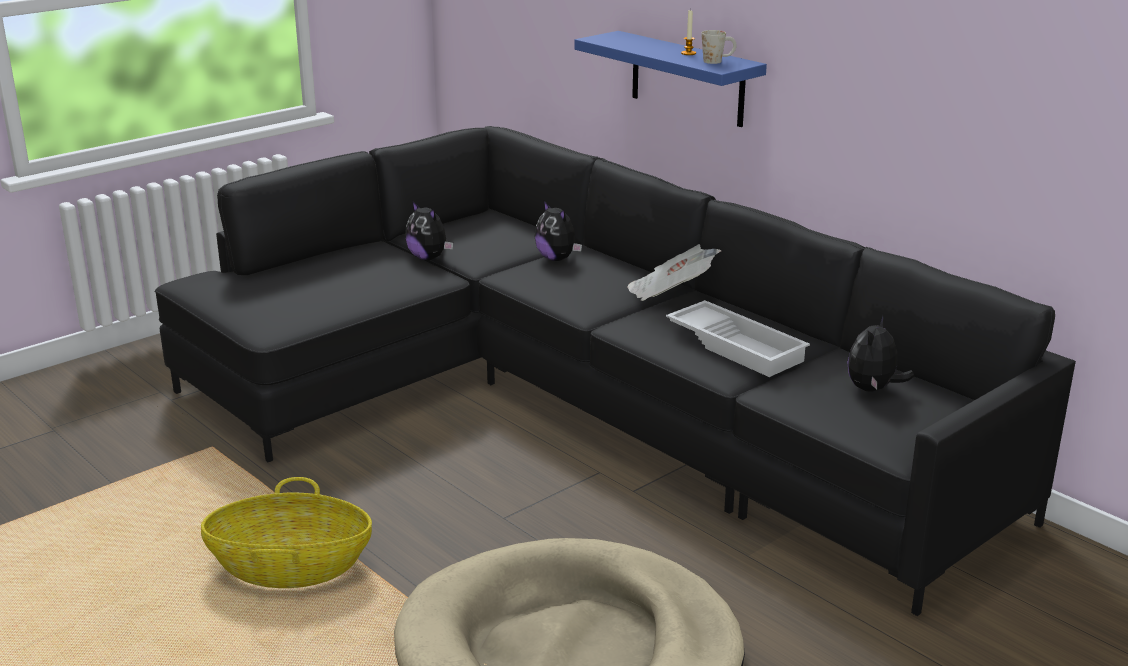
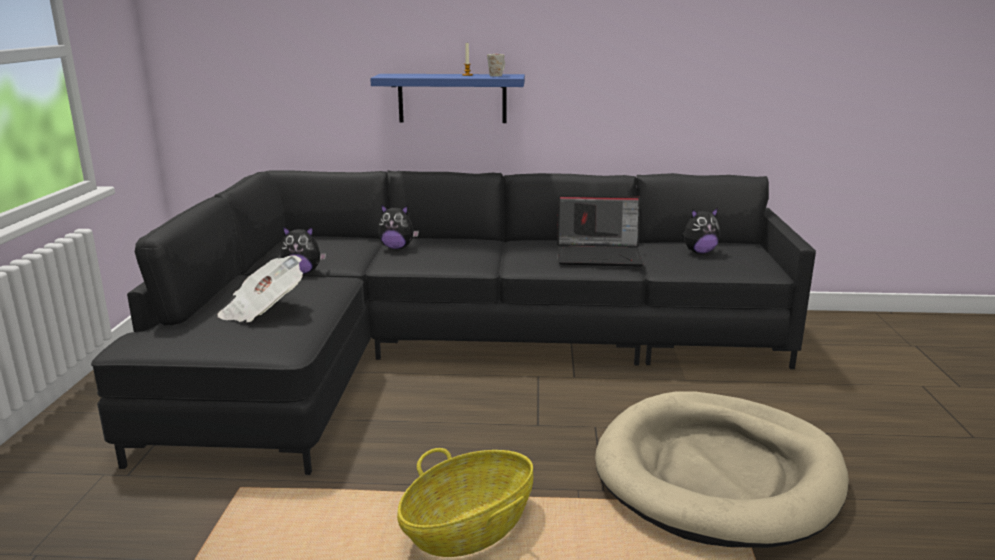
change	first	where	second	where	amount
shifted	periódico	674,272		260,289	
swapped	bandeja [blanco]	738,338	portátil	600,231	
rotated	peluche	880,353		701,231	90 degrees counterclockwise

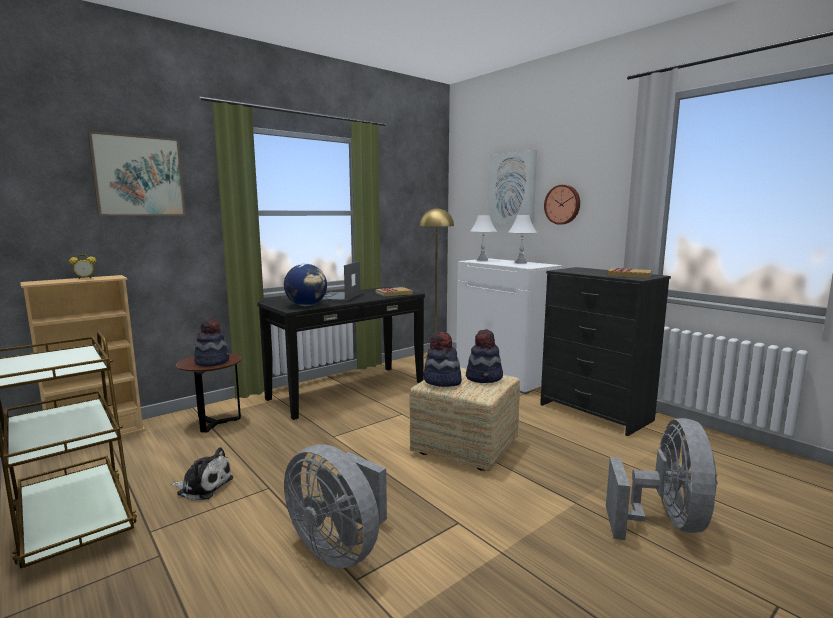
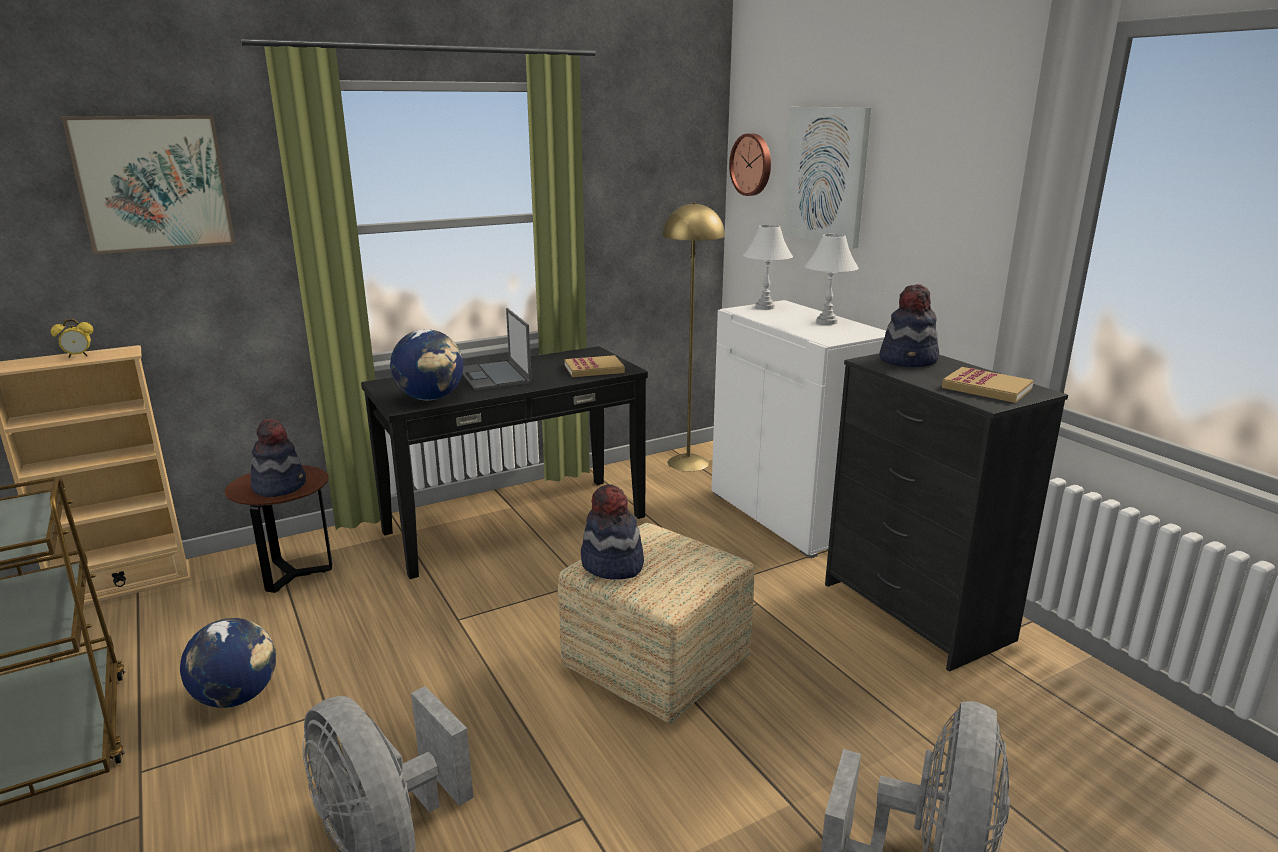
change	first	where	second	where	amount
shifted	reloj de pared	562,204		750,164	
rotated	portátil	340,281		497,349	45 degrees counterclockwise
shifted	sombrero	484,356		909,325	
swapped	peluche	202,473	globo terráqueo	228,663	

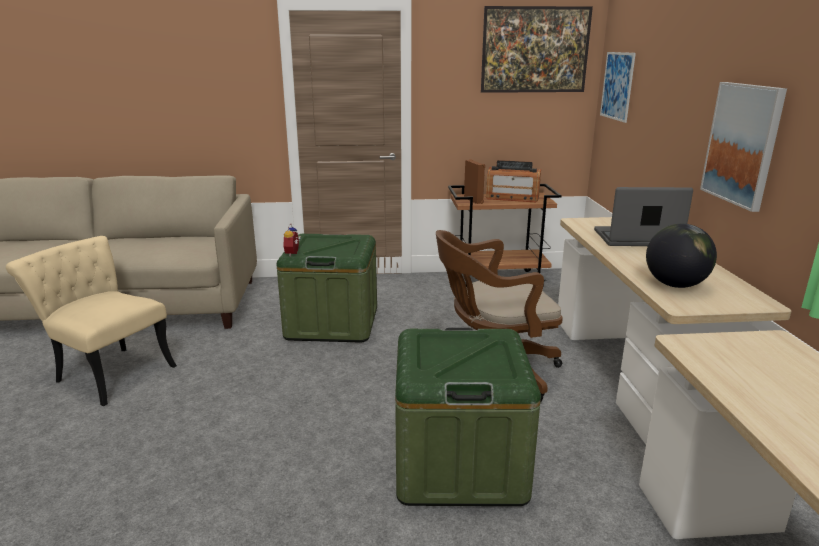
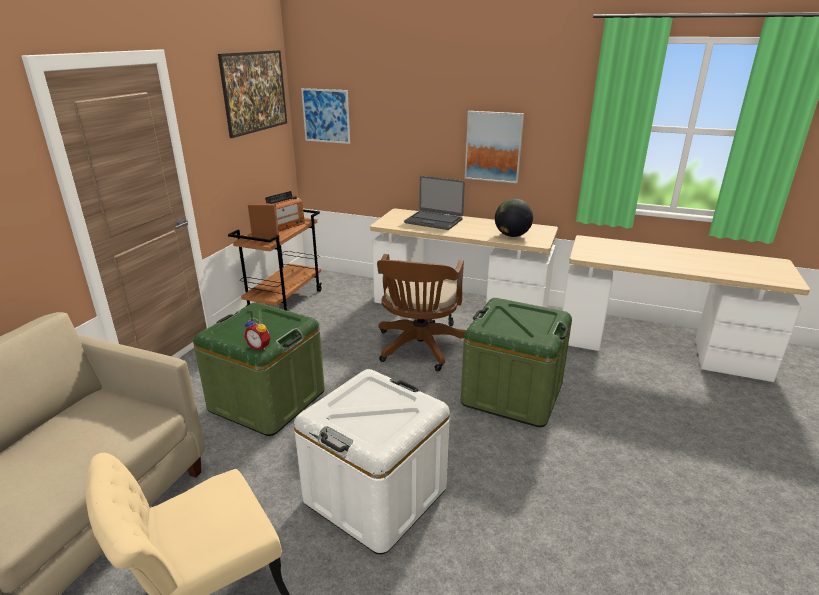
change	first	where	second	where	amount
rotated	portátil	643,216		434,203	90 degrees counterclockwise
new			caja de almacenaje [blanco]	372,461	

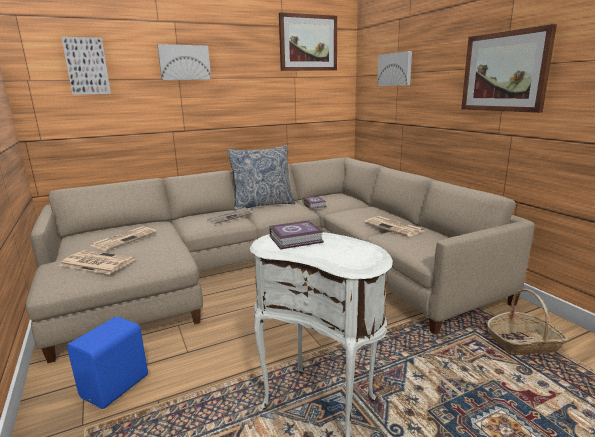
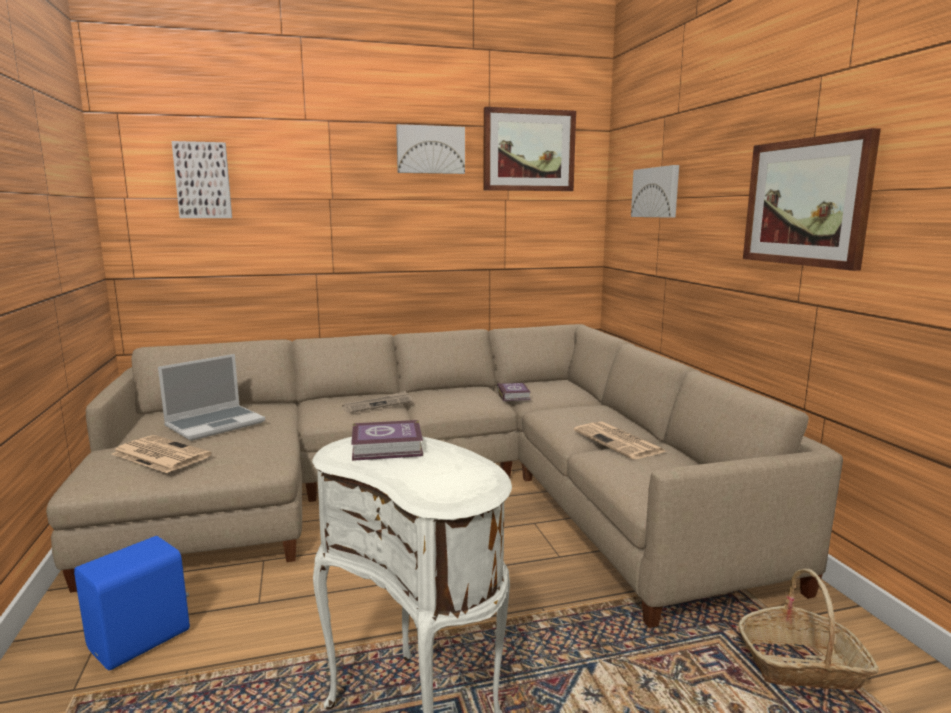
change	first	where	second	where	amount
shifted	cuadro	184,62		430,149	
gone	cojín	261,178			
swapped	periódico	123,238	portátil	211,397	

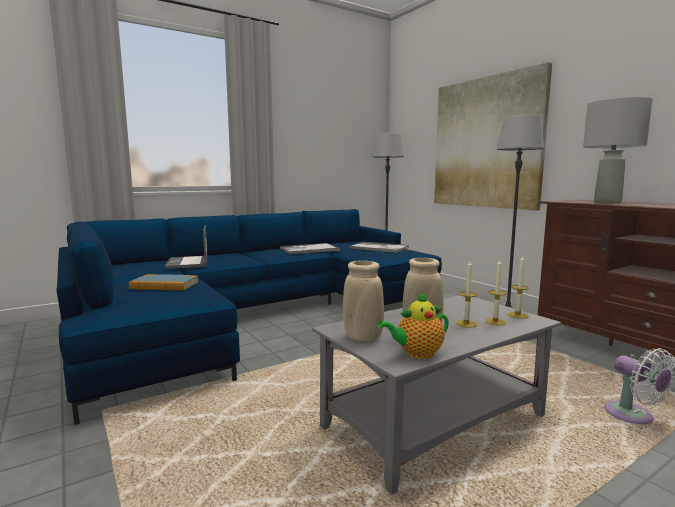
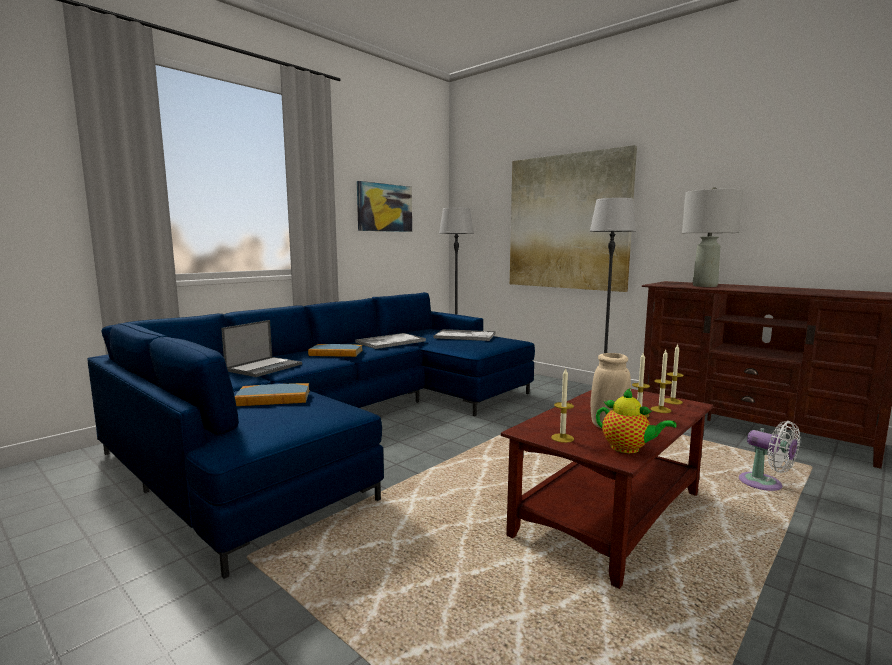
change	first	where	second	where	amount
rotated	portátil	186,247		261,348	120 degrees counterclockwise
swapped	florero [beis]	363,300	vela	562,405	
rotated	tetera	413,325		636,420	105 degrees counterclockwise
repainted	mesa de centro [gris]	437,394	mesa de centro [marrón]	607,489	
new			cuadro	384,206	
new			libro	335,350	

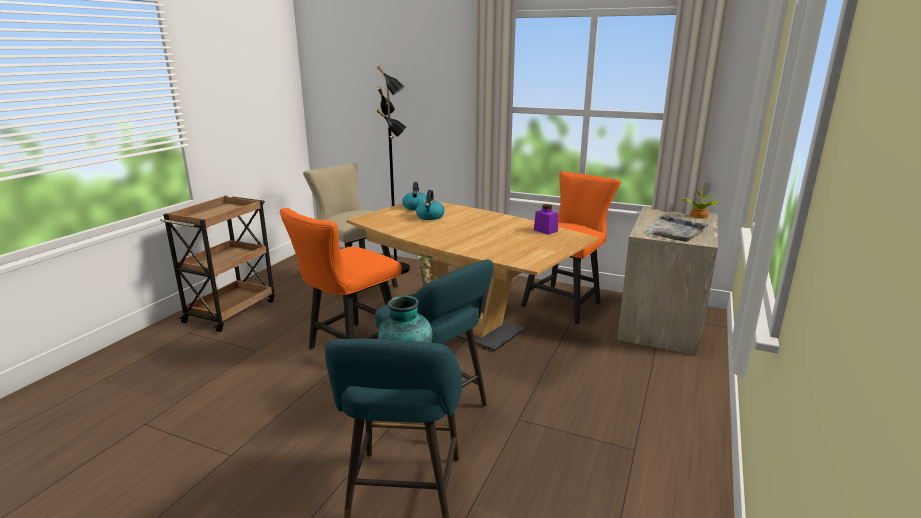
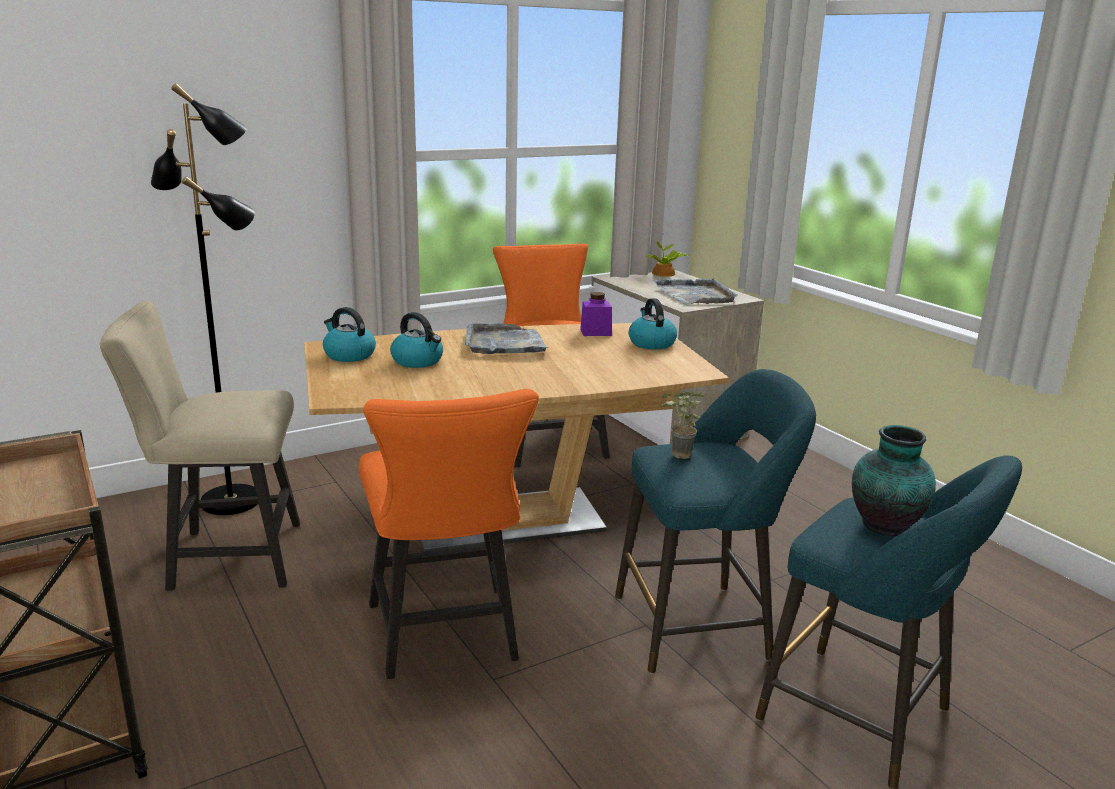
change	first	where	second	where	amount
new			hervidor	653,324	
new			bandeja [gris]	507,338	

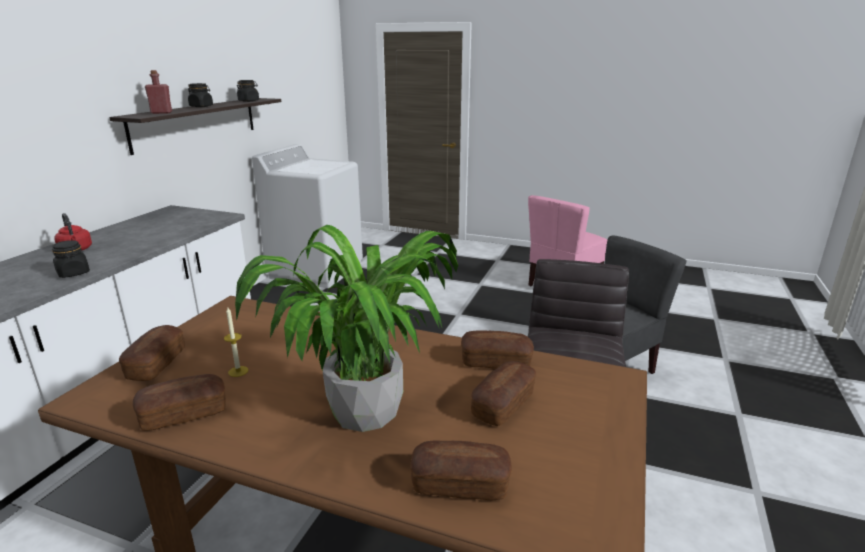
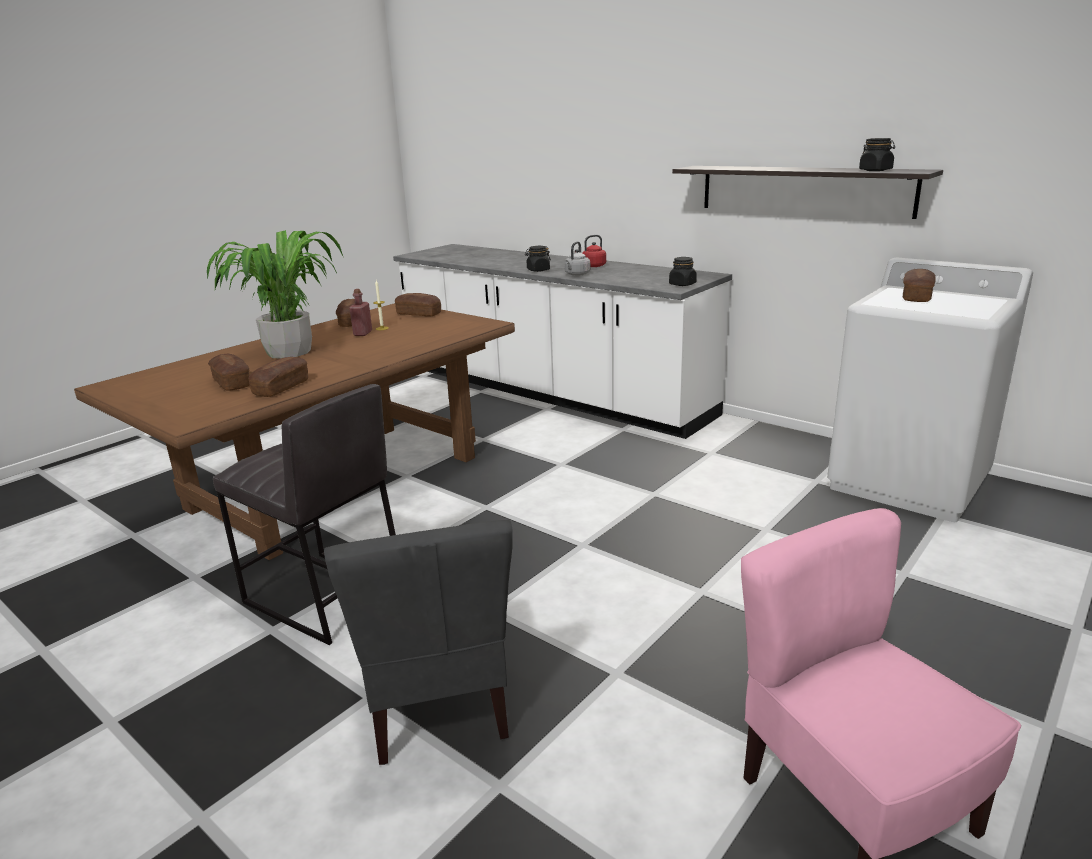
change	first	where	second	where	amount
shifted	botella [rojo]	158,92		360,312	
shifted	tarro [negro]	200,95		683,271	
shifted	pan	461,470		919,285	
new			hervidor [gris]	577,259	

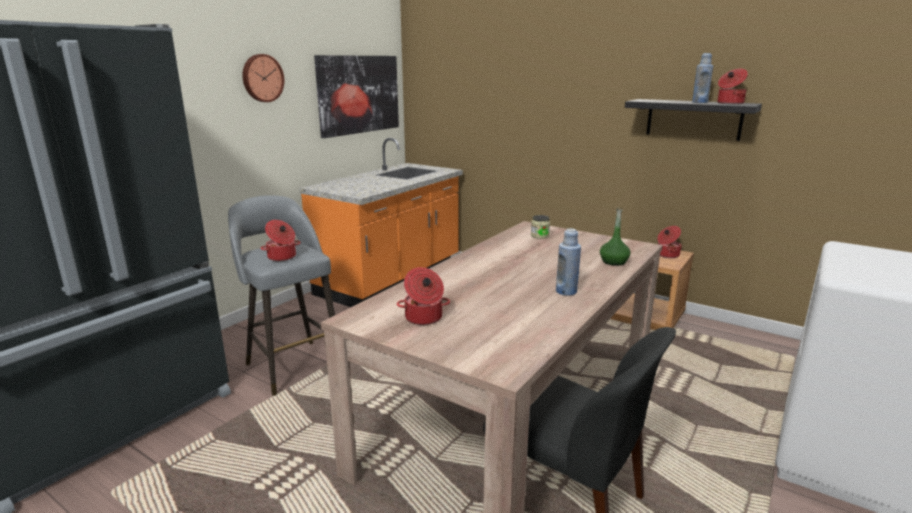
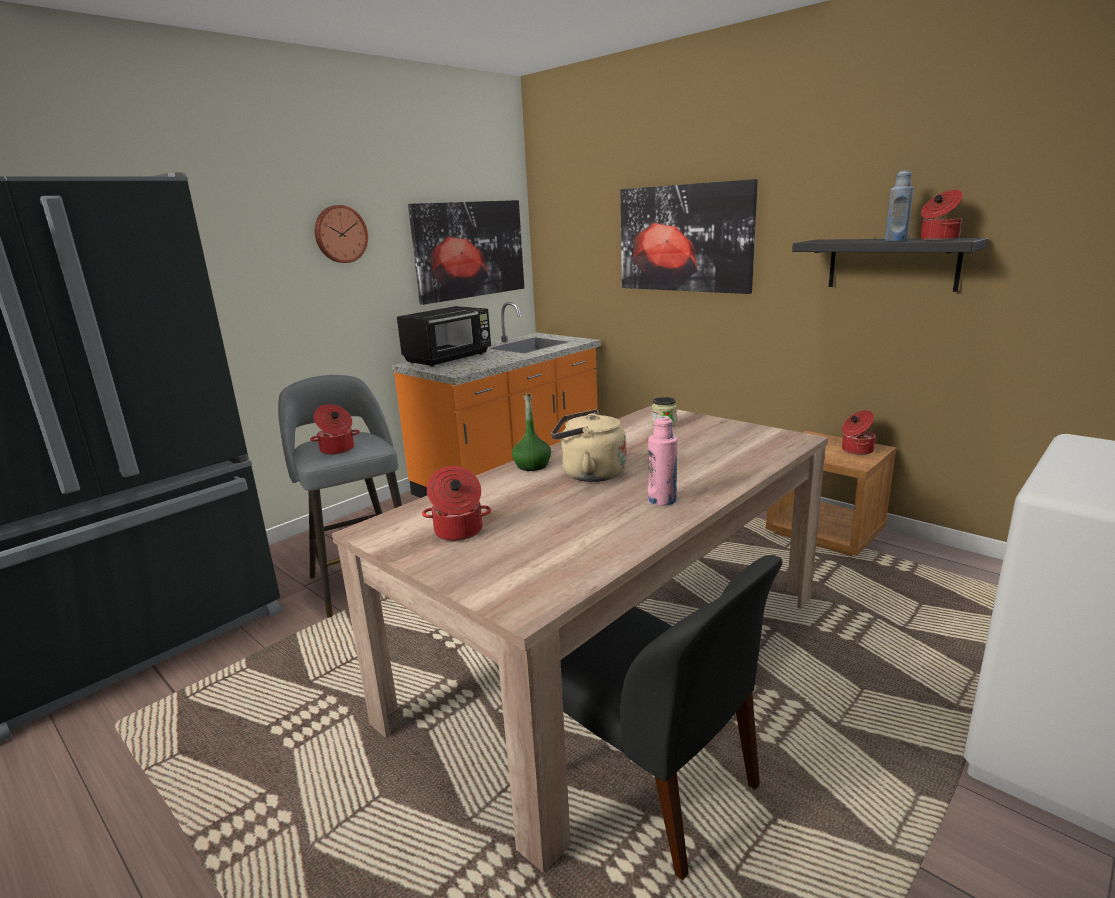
change	first	where	second	where	amount
shifted	botella [verde]	615,236		531,432	
repainted	botella [azul]	568,262	botella [rosa]	663,461	
new			cuadro	689,236	
new			microondas [negro]	444,336	
new			hervidor [beis]	588,445	

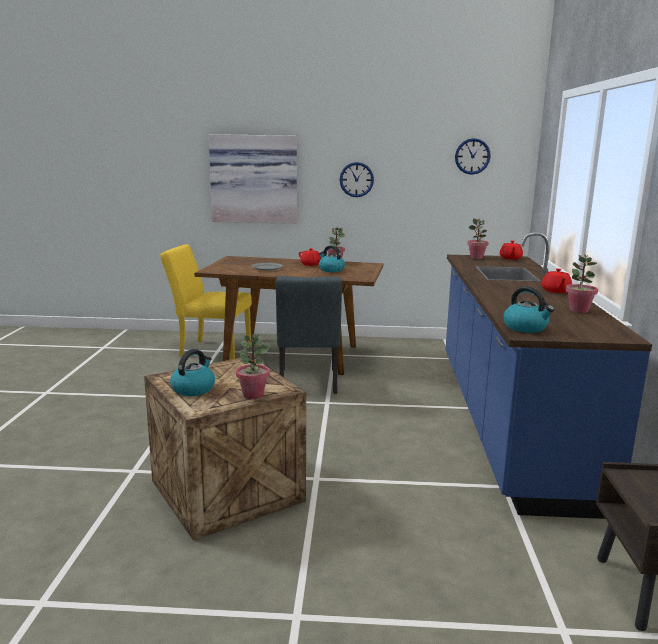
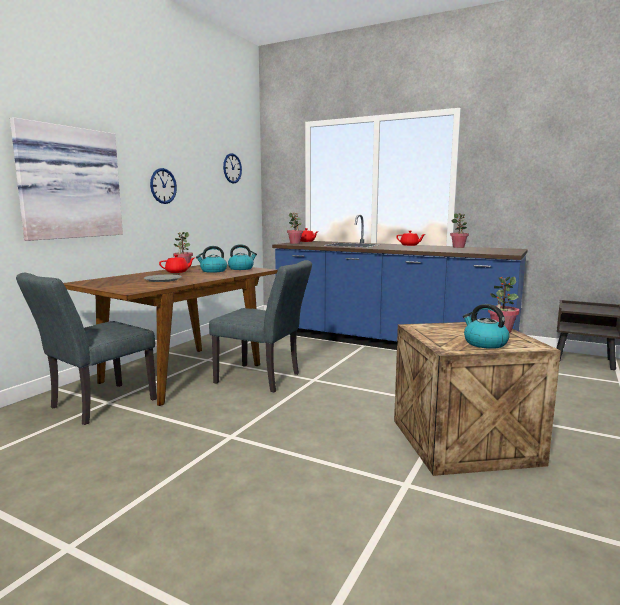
change	first	where	second	where	amount
repainted	silla [amarillo]	206,302	silla [gris]	86,349	
shifted	hervidor	528,310		242,257	

